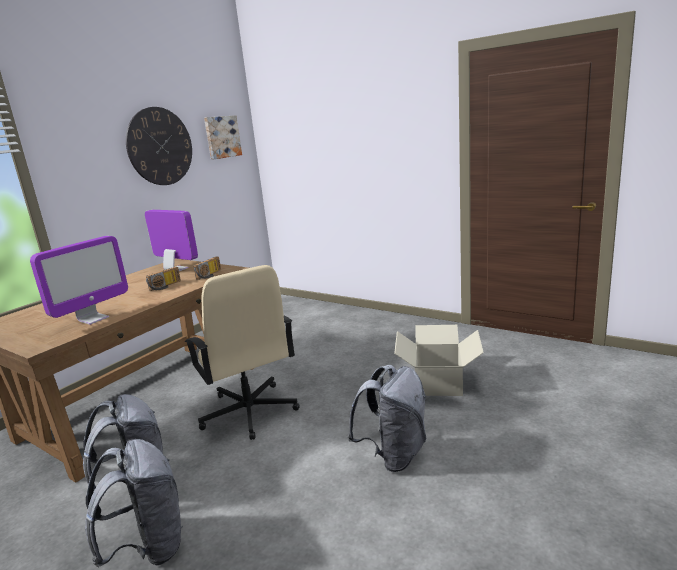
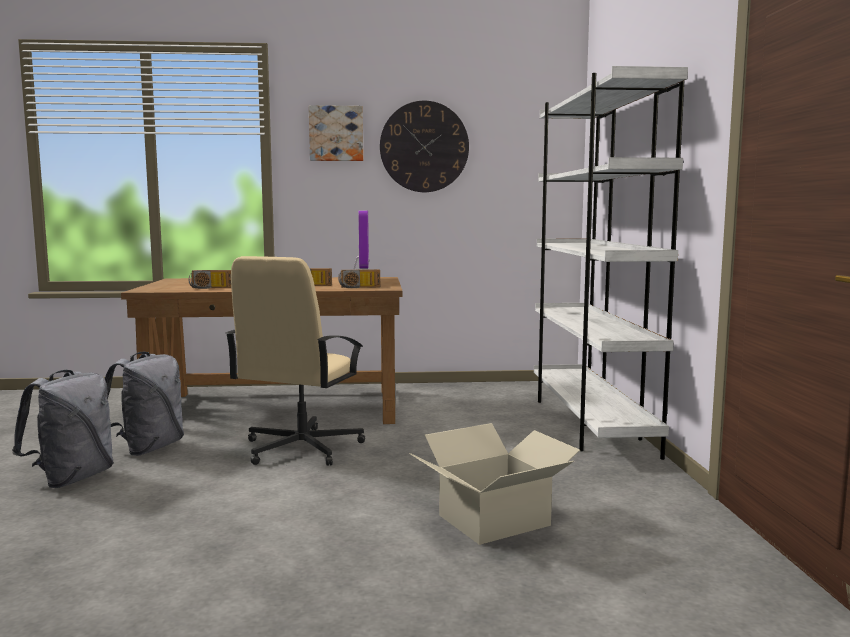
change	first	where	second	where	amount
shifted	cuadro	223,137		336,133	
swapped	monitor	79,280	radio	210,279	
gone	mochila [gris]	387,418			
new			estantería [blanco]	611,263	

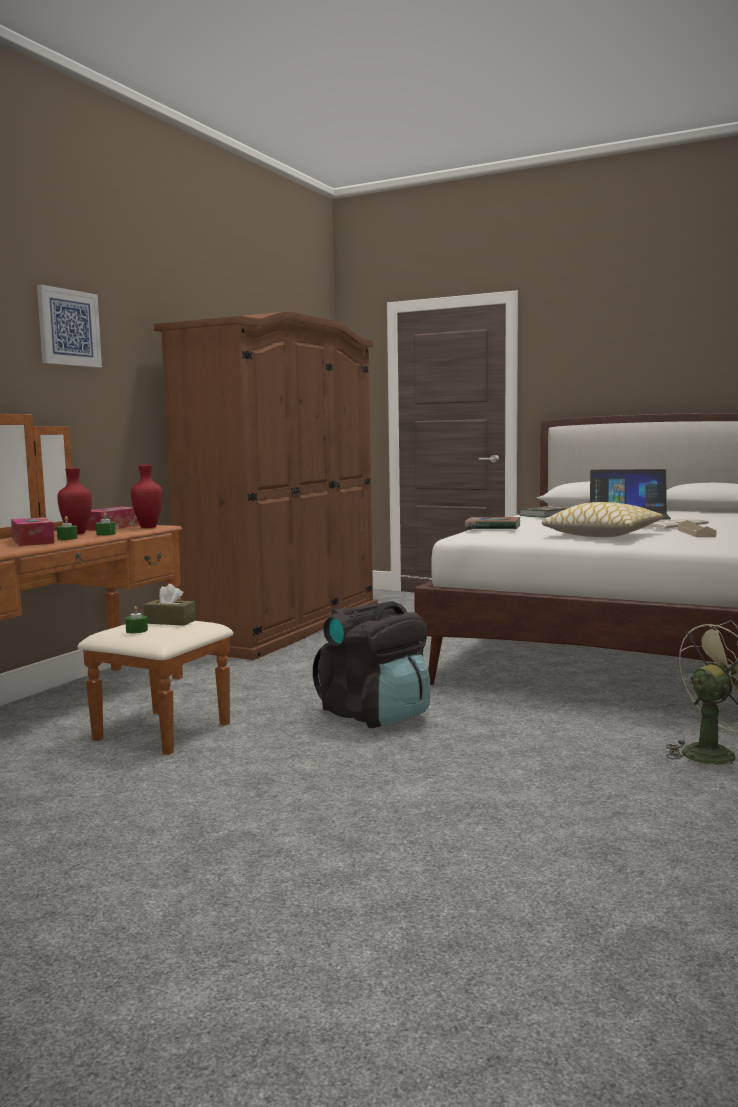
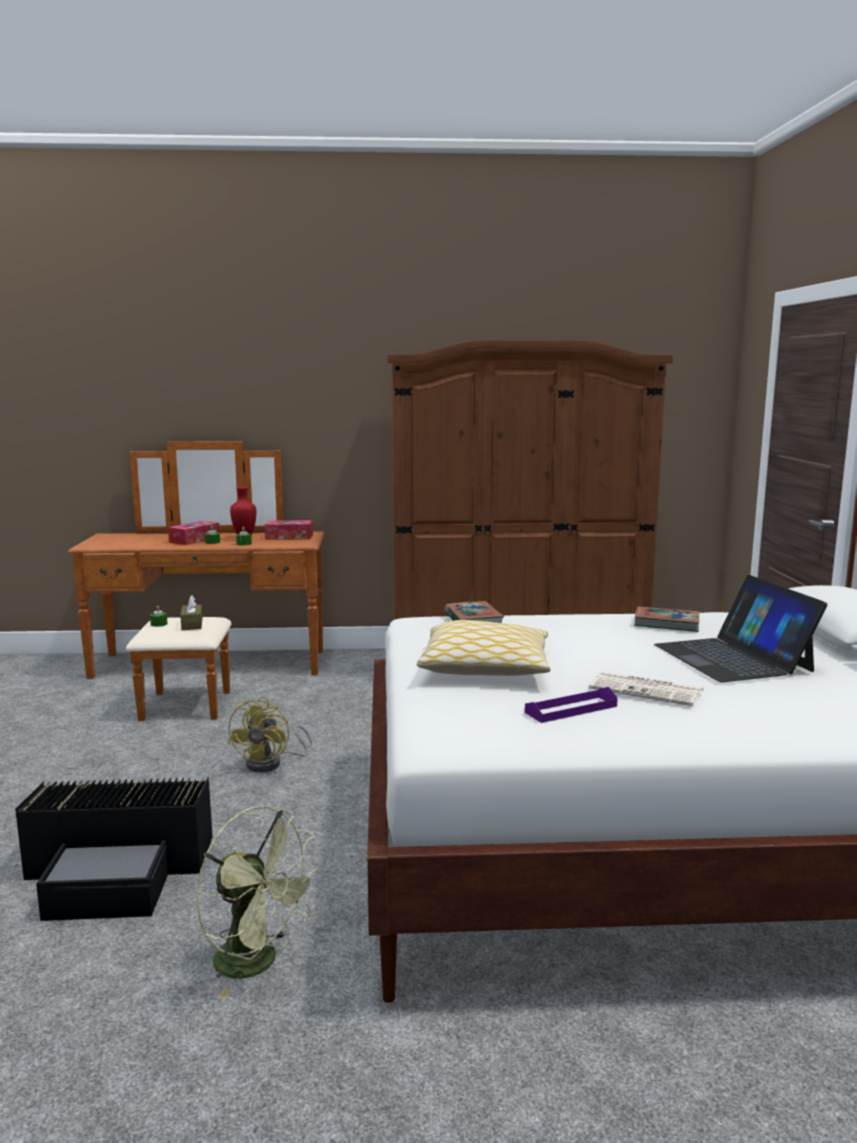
change	first	where	second	where	amount
gone	cuadro	69,326			
gone	florero [rojo]	147,496			
repainted	bandeja [beis]	697,528	bandeja [morado]	571,705	
swapped	mochila [negro]	372,664	ventilador [amarillo]	270,734	
new			caja de almacenaje [negro]	113,848	

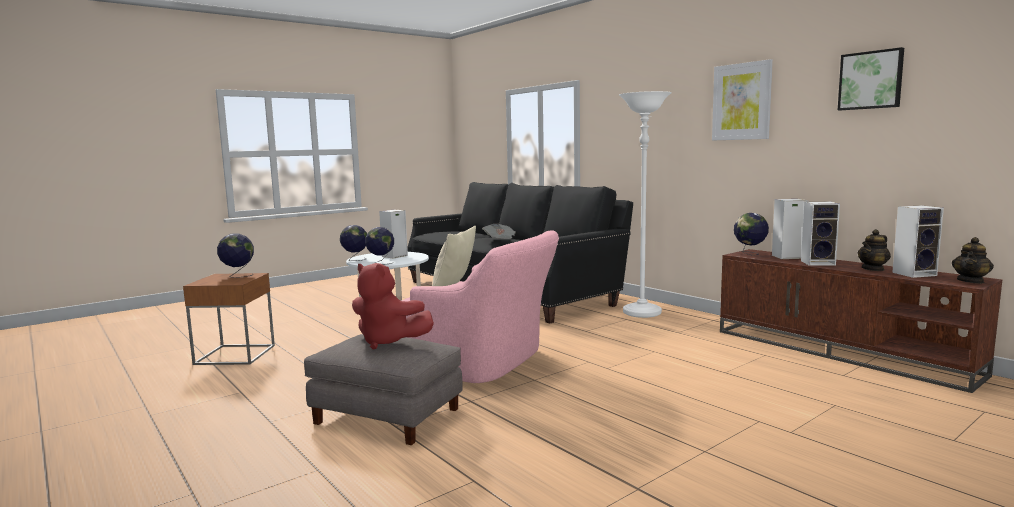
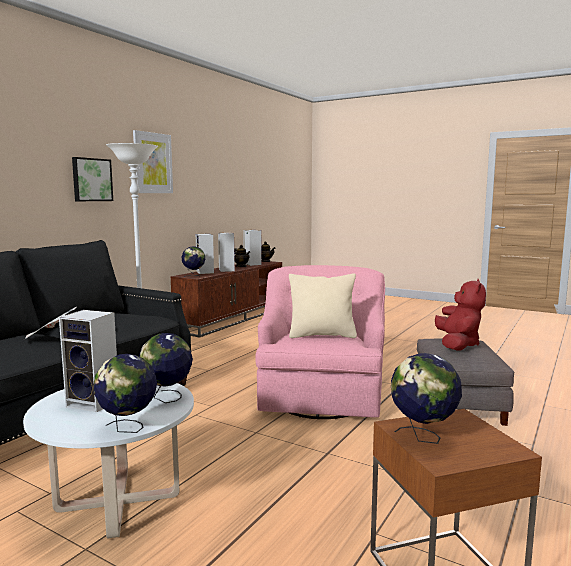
change	first	where	second	where	amount
shifted	cuadro	871,78		92,179	

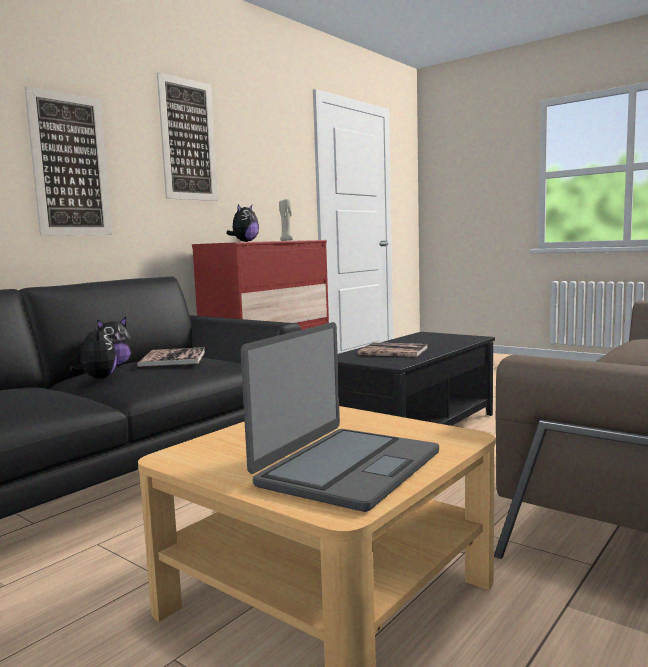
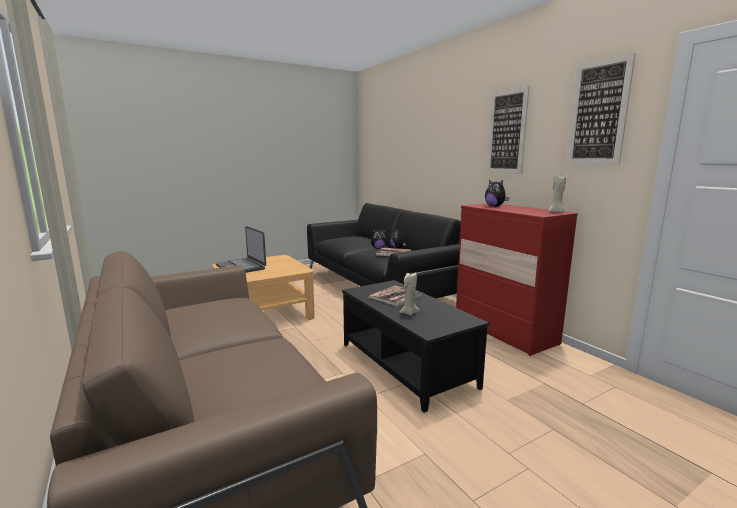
change	first	where	second	where	amount
shifted	cuadro	68,161		601,109	
new			vela [beis]	410,294	

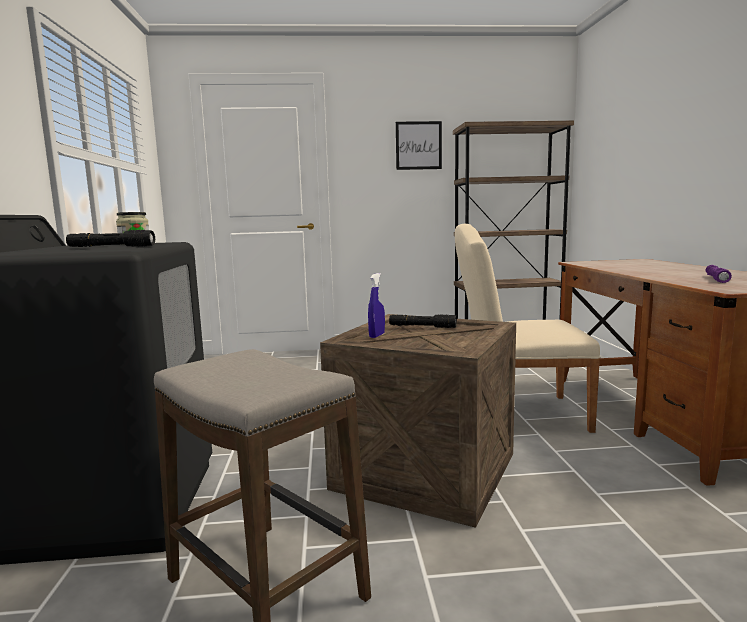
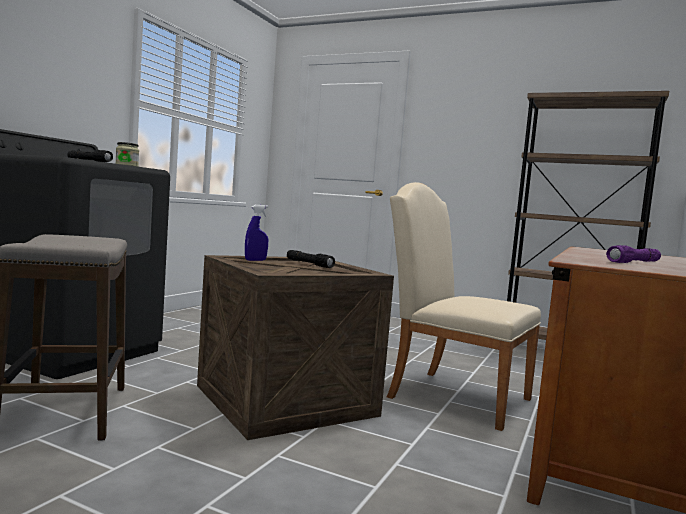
change	first	where	second	where	amount
gone	cuadro	419,145			

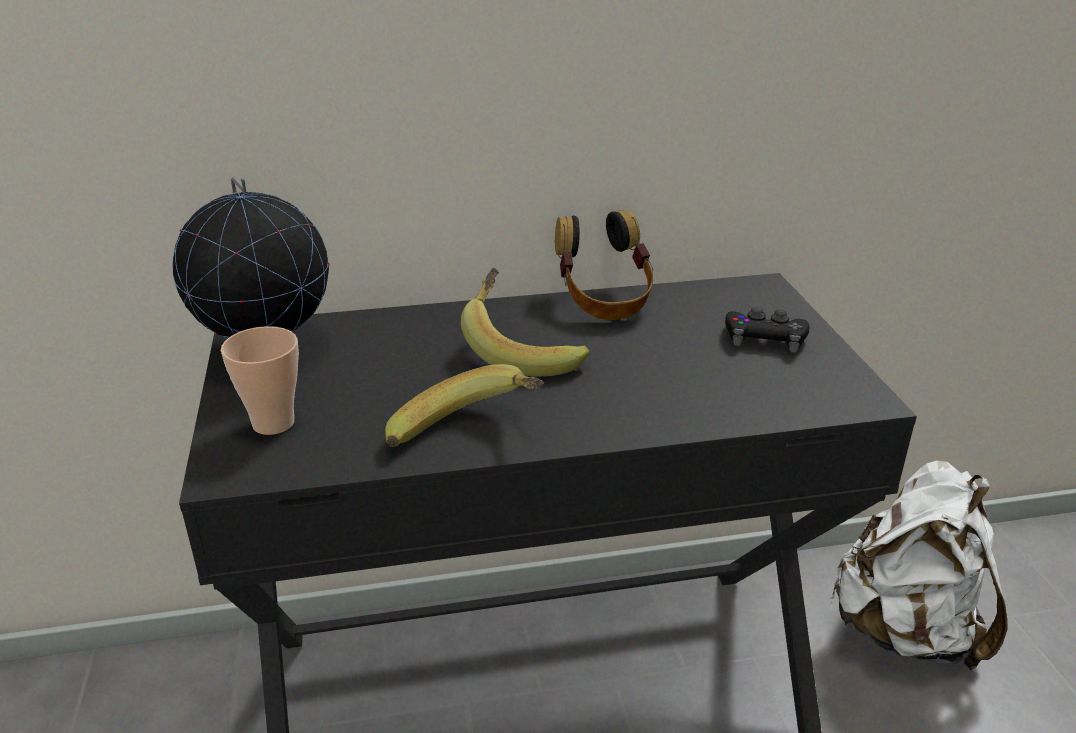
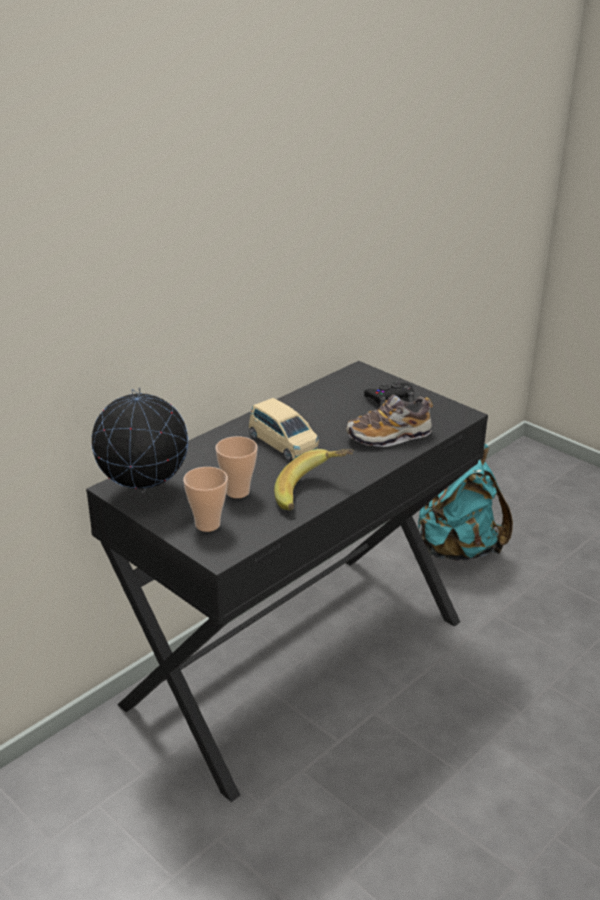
change	first	where	second	where	amount
gone	auriculares	604,265			
swapped	plátano	525,322	coche de juguete [beis]	284,429	
repainted	mochila [blanco]	918,565	mochila [turquesa]	465,502	
new			zapato	389,421	
new			taza	236,467	

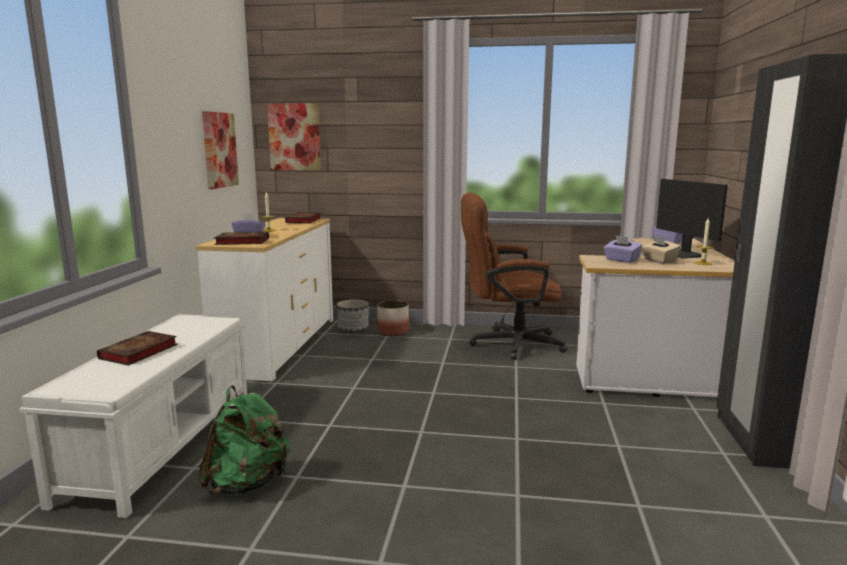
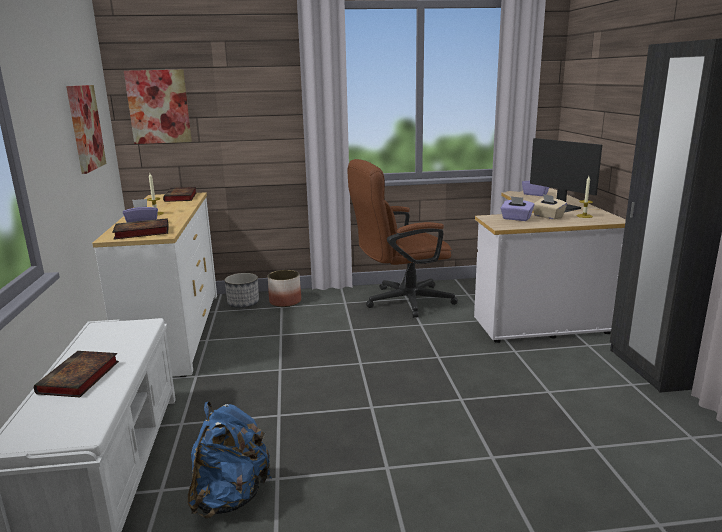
change	first	where	second	where	amount
repainted	mochila [verde]	244,440	mochila [azul]	229,459	

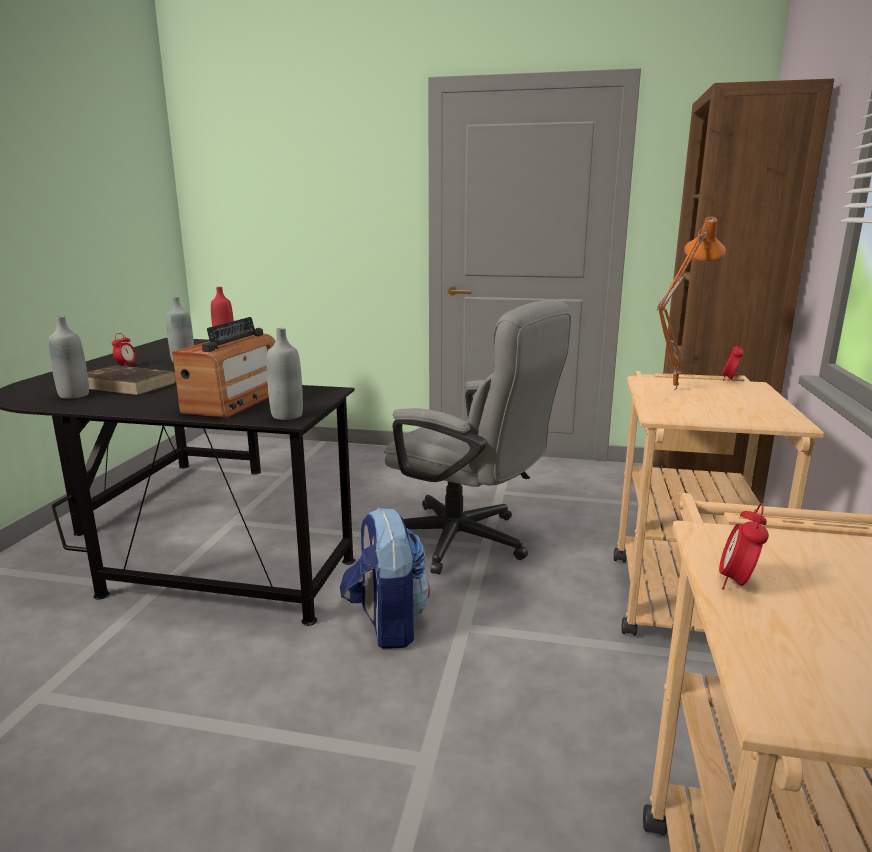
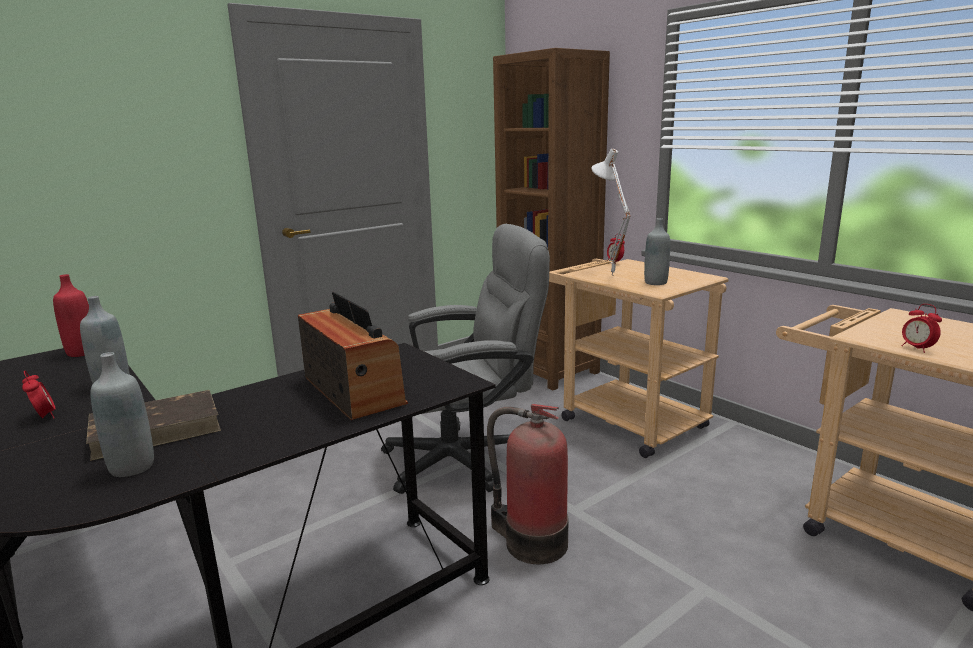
change	first	where	second	where	amount
repainted	lámpara de mesa [naranja]	691,303	lámpara de mesa [blanco]	610,212	
shifted	botella [gris]	284,374		657,251	
swapped	mochila	385,578	extintor	528,484	

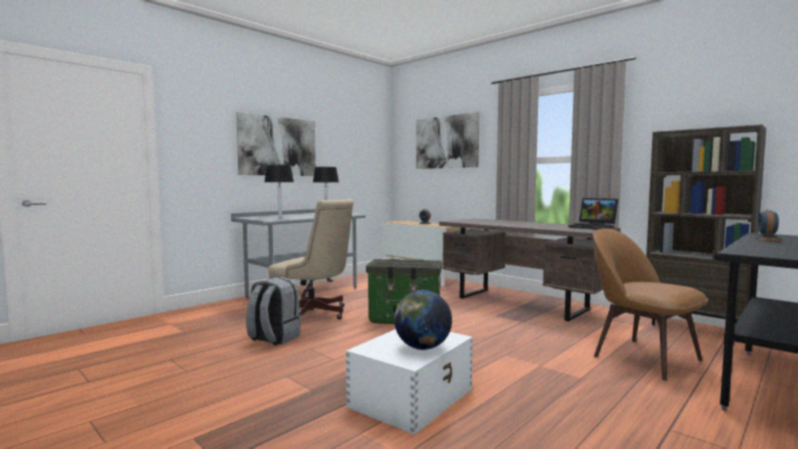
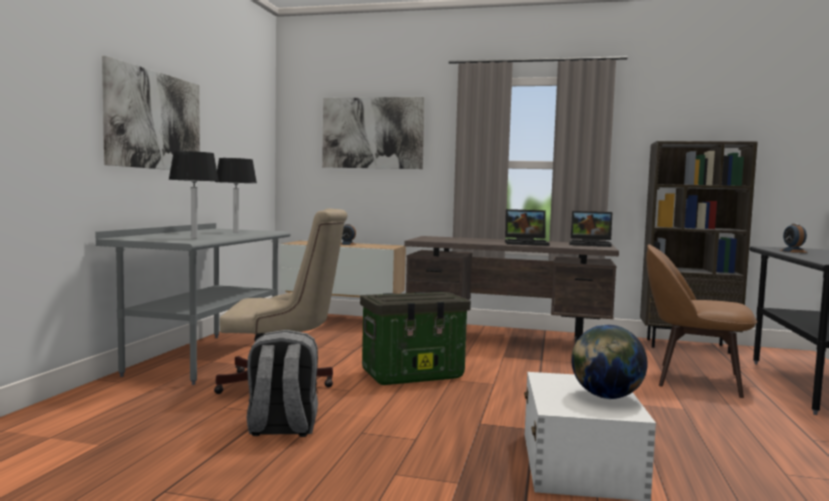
change	first	where	second	where	amount
new			portátil	527,227	

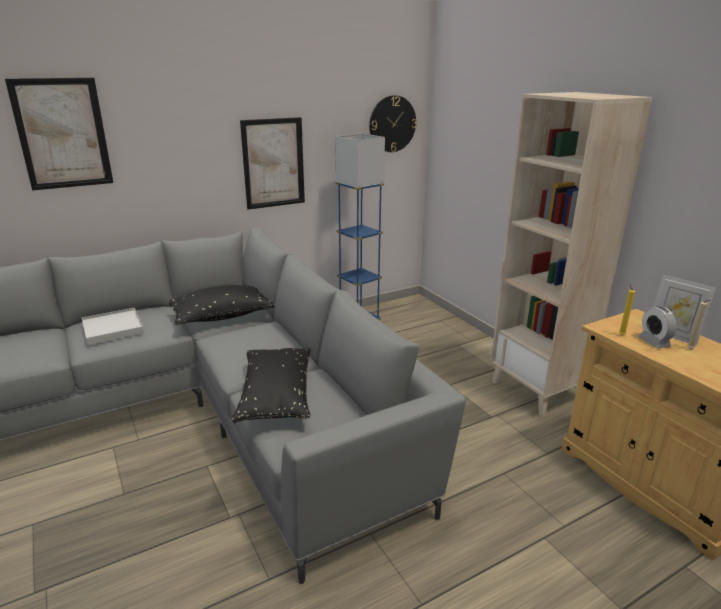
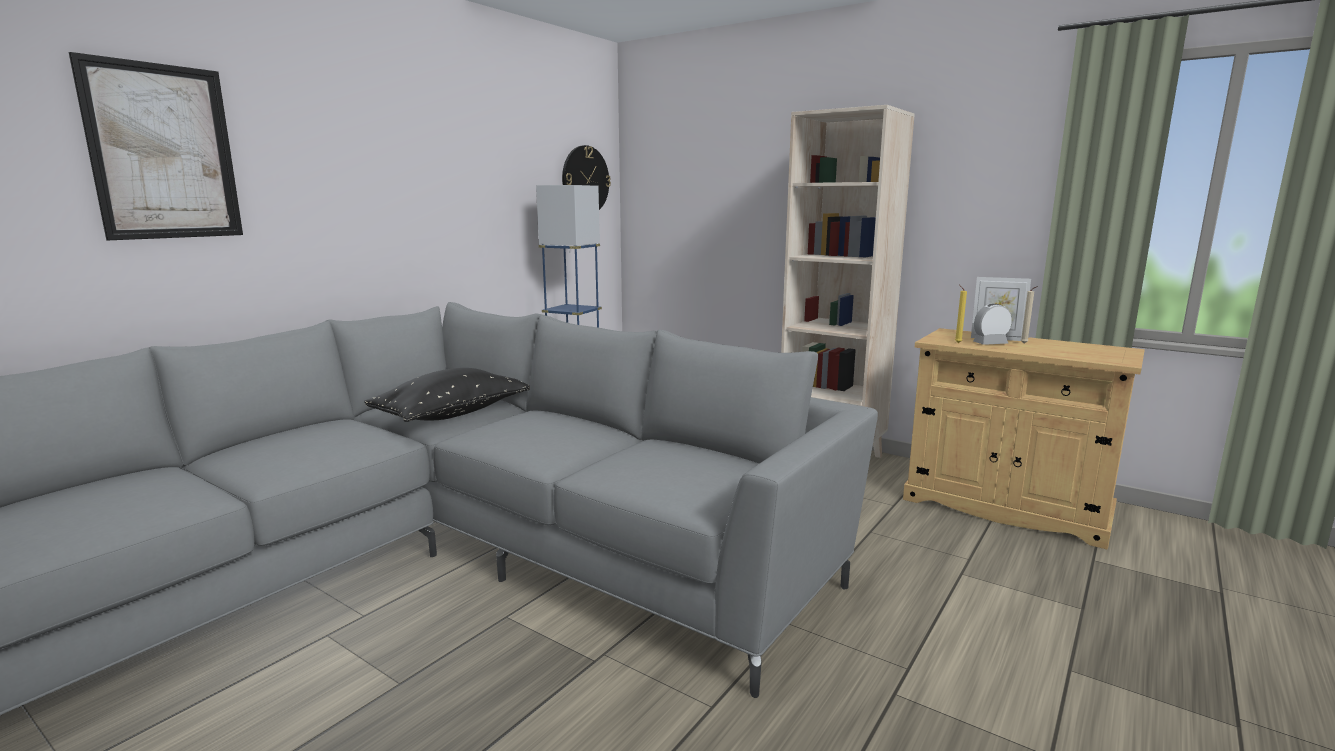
change	first	where	second	where	amount
gone	cuadro	272,163			
rotated	despertador	657,327		992,324	120 degrees clockwise
gone	bandeja [blanco]	113,326			
gone	cojín [negro]	271,385			

